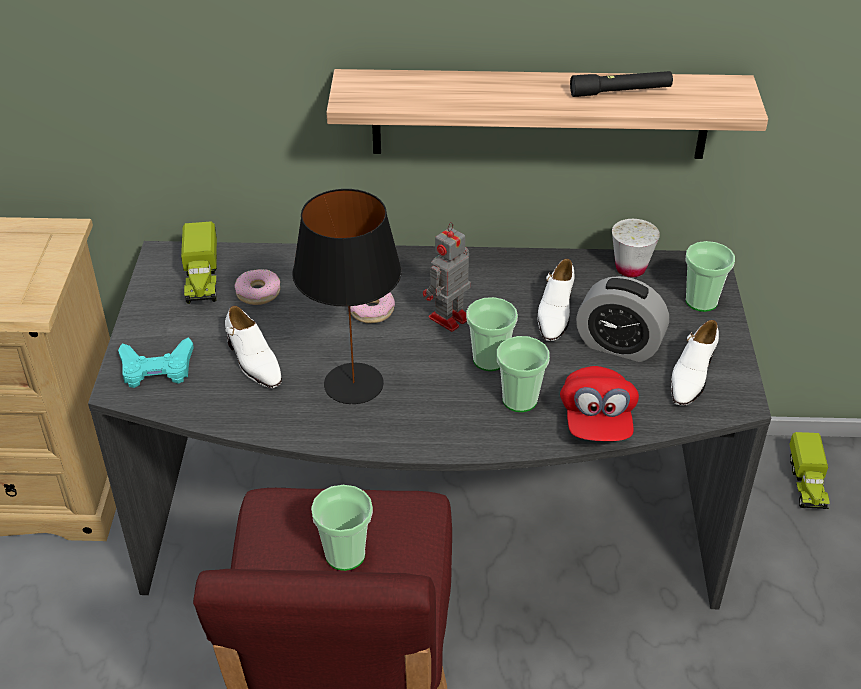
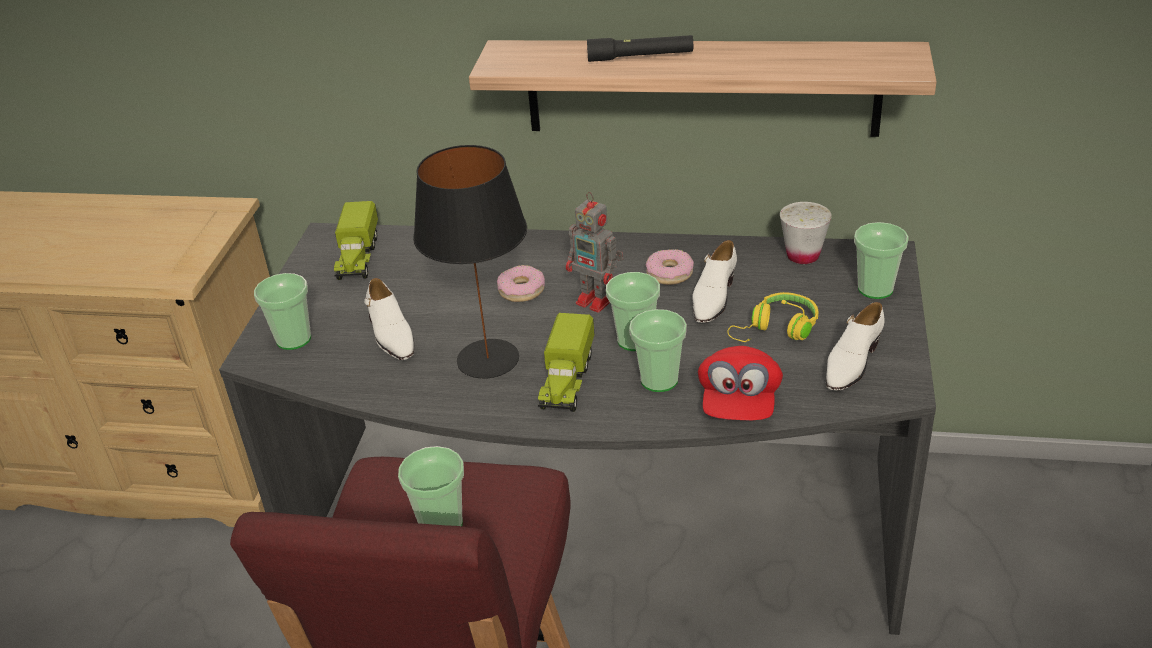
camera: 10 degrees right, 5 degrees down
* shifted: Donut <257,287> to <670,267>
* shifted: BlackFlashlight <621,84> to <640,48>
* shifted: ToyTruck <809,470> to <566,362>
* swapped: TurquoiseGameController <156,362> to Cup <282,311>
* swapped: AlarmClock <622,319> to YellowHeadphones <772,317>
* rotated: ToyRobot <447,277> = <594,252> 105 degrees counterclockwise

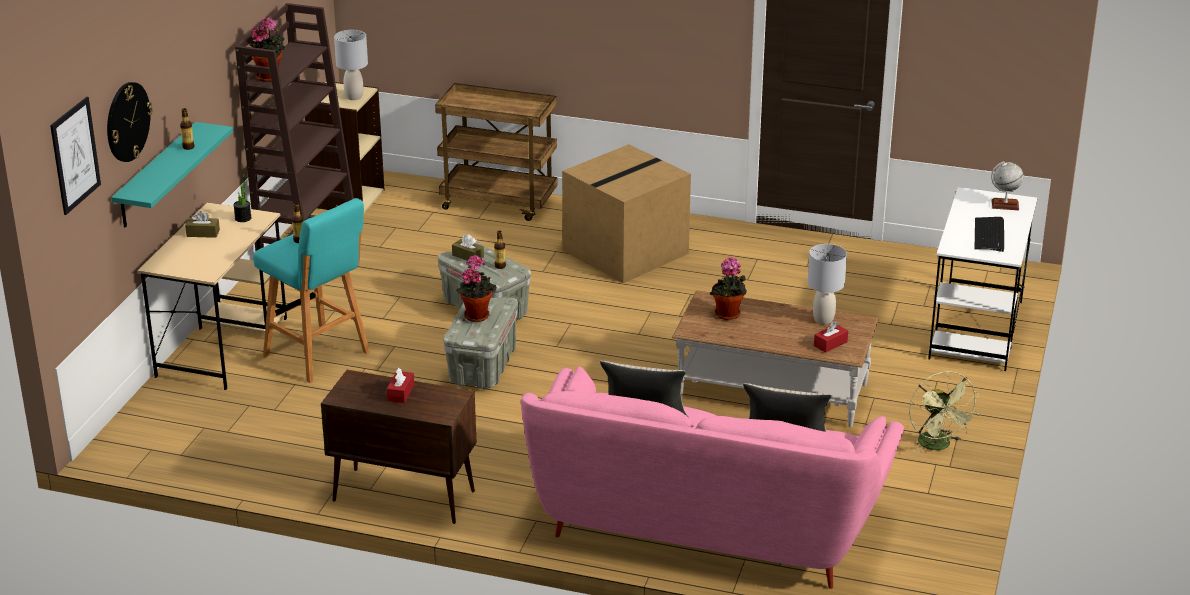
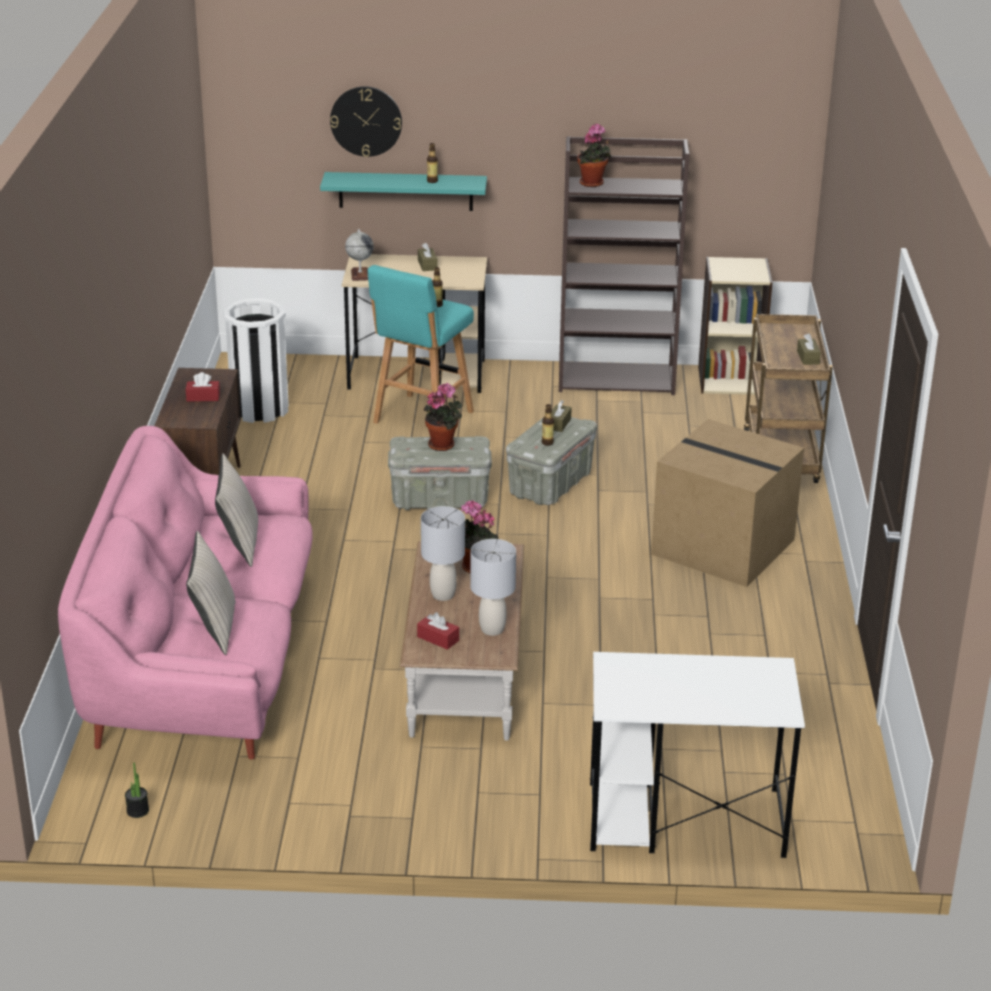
camera: 75 degrees right, 0 degrees up
* gone: Picture <75,156>
* gone: GreenFan <944,412>
* gone: Keyboard <989,234>
* new: WhiteTrashCan <256,360>
* new: BrownTissueBox <809,349>
* shifted: PottedPlant <242,198> to <137,790>
* shifted: GreyTableLamp <351,65> to <443,553>
* shifted: Globe <1007,185> to <359,255>

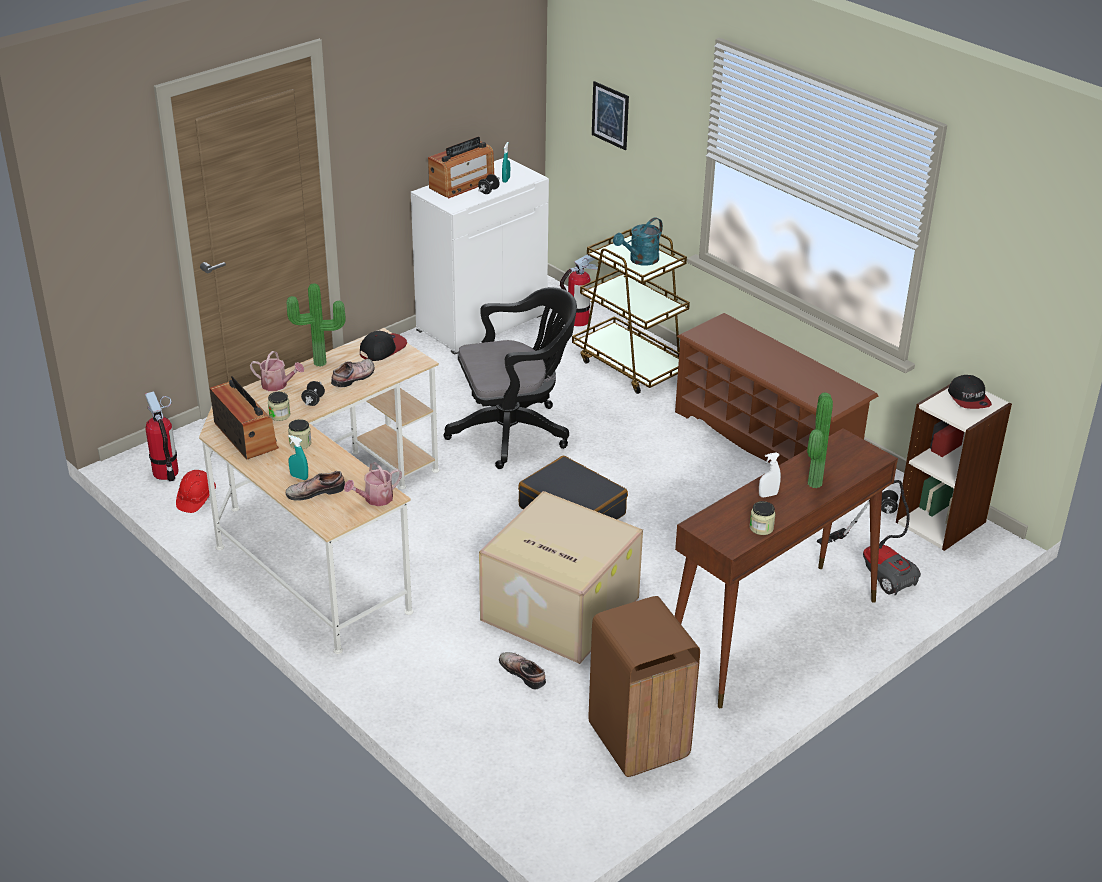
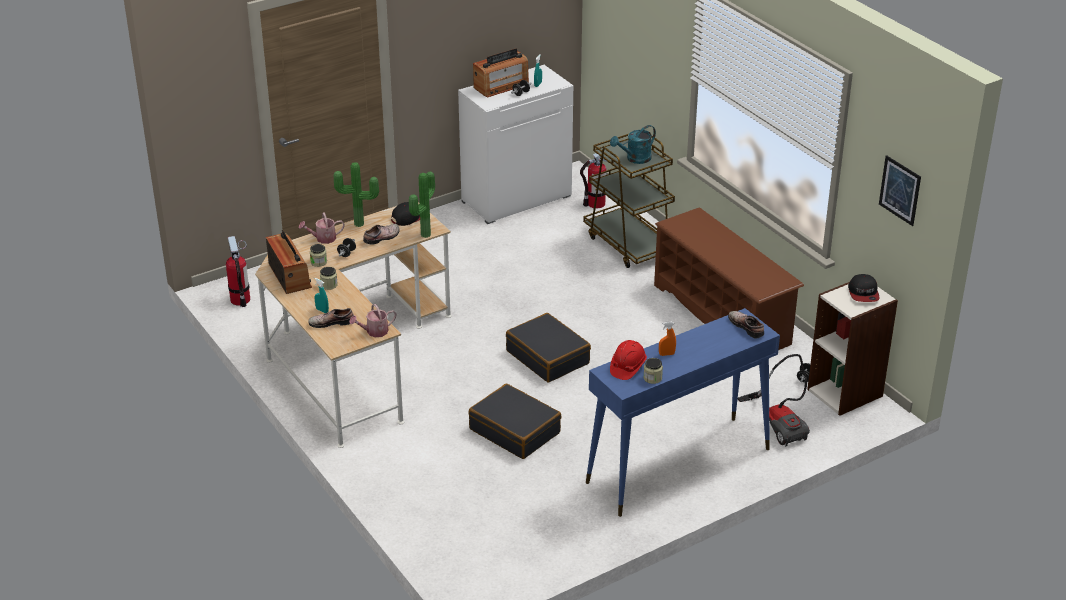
camera: 10 degrees right, 0 degrees up
* gone: BlackOfficeChair <510,378>
* gone: BrownTrashCan <644,686>
* shifted: RedHardHat <196,491> to <628,360>
* shifted: Shoe <522,671> to <746,325>
* shifted: Picture <610,115> to <900,190>
* shifted: PottedPlant <820,440> to <422,205>
* swapped: CardboardBox <561,577> to BlackSuitcase <515,421>
* repainted: BrownConsoleTable <786,568> to BlueConsoleTable <683,412>
* repainted: WhiteSprayBottle <770,475> to OrangeSprayBottle <667,339>
* rotated: WateringCan <277,371> = <321,228> 135 degrees clockwise

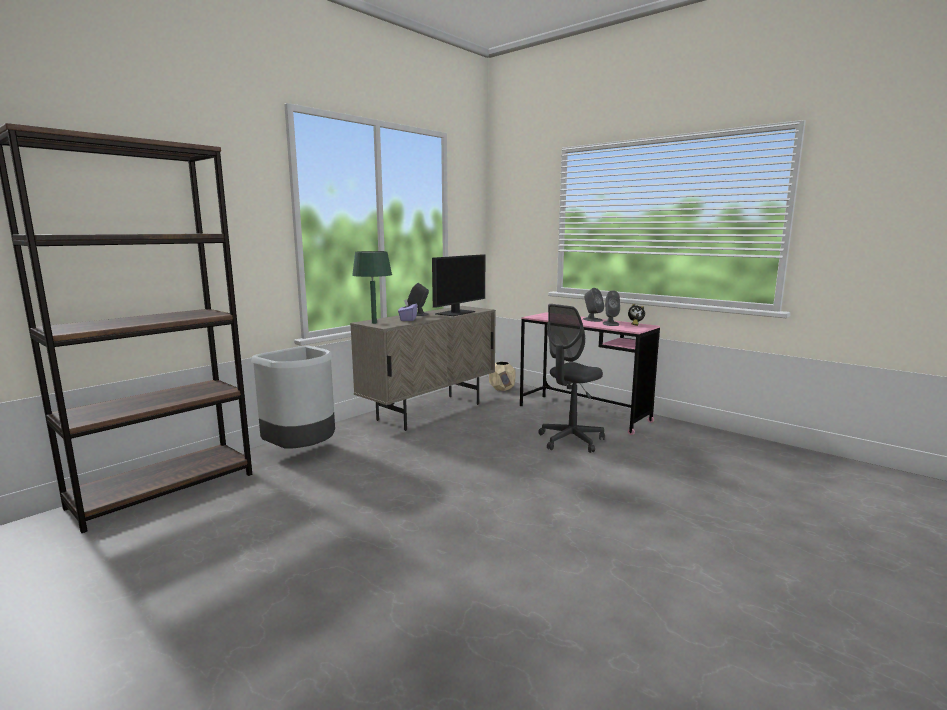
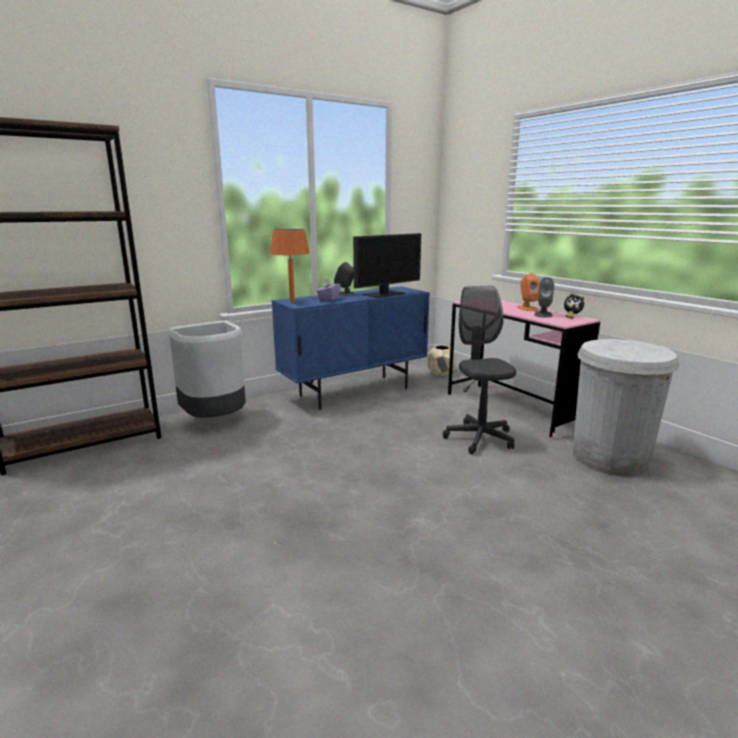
camera: 15 degrees right, 5 degrees up
* new: WhiteTrashCan <626,407>
* repainted: BeigeCabinet <423,368> to BlueCabinet <350,348>
* repainted: GreenTableLamp <372,287> to OrangeTableLamp <290,265>
* repainted: GreySpeaker <593,305> to OrangeSpeaker <528,292>
* rotated: GreyOfficeChair <571,378> = <479,370> 105 degrees clockwise

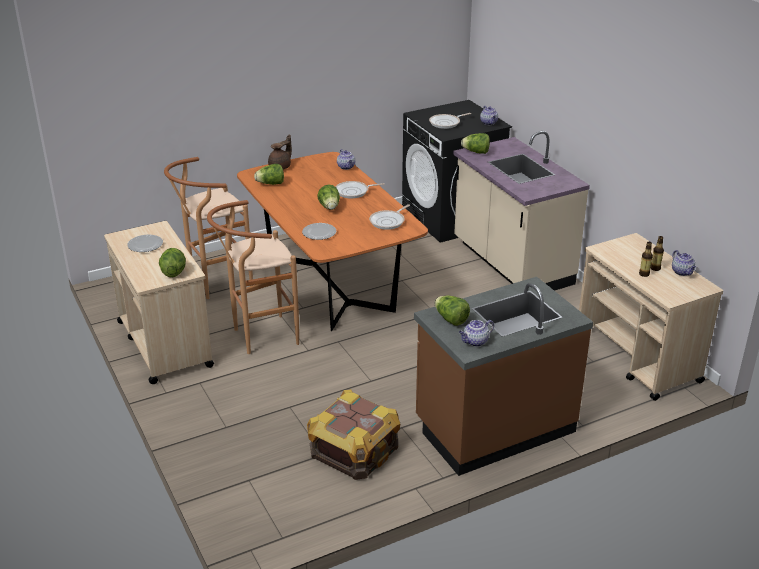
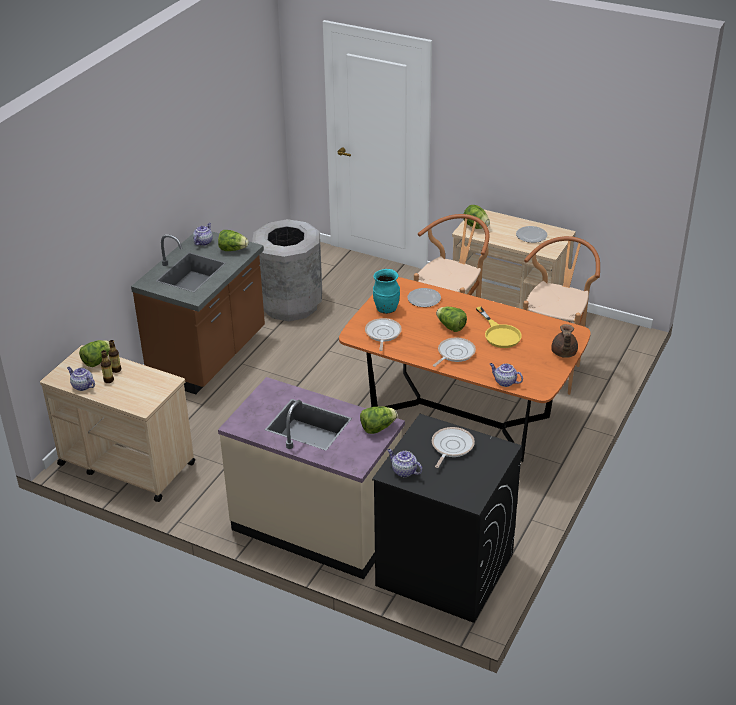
camera: 145 degrees right, 5 degrees up
* new: TurquoiseVase <386,291>
* new: YellowFryingPan <499,327>
* shifted: Lettuce <269,174> to <94,353>
* swapped: Crate <353,434> to GreyTrashCan <287,270>

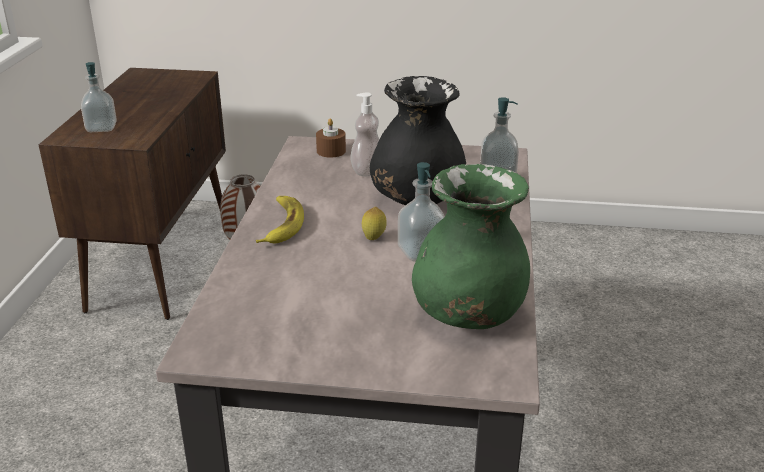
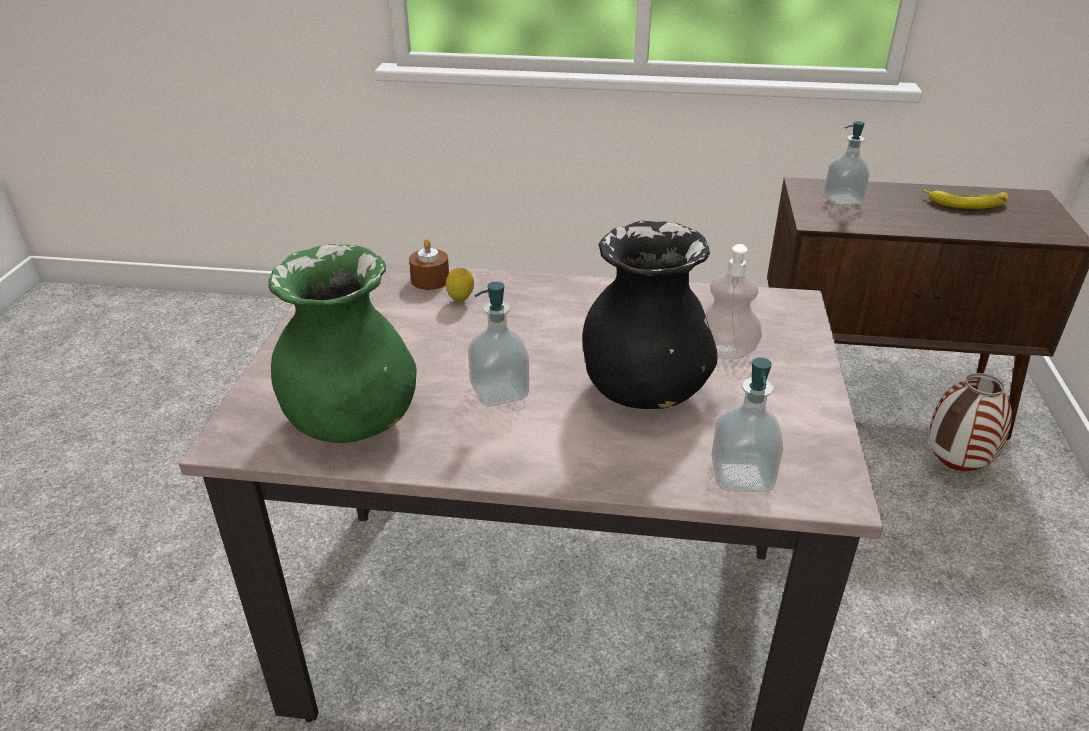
camera: 90 degrees right, 5 degrees up
* shifted: Banana <280,219> to <966,199>
* shifted: BrownCandle <331,138> to <429,264>
* shifted: Lemon <374,223> to <460,285>

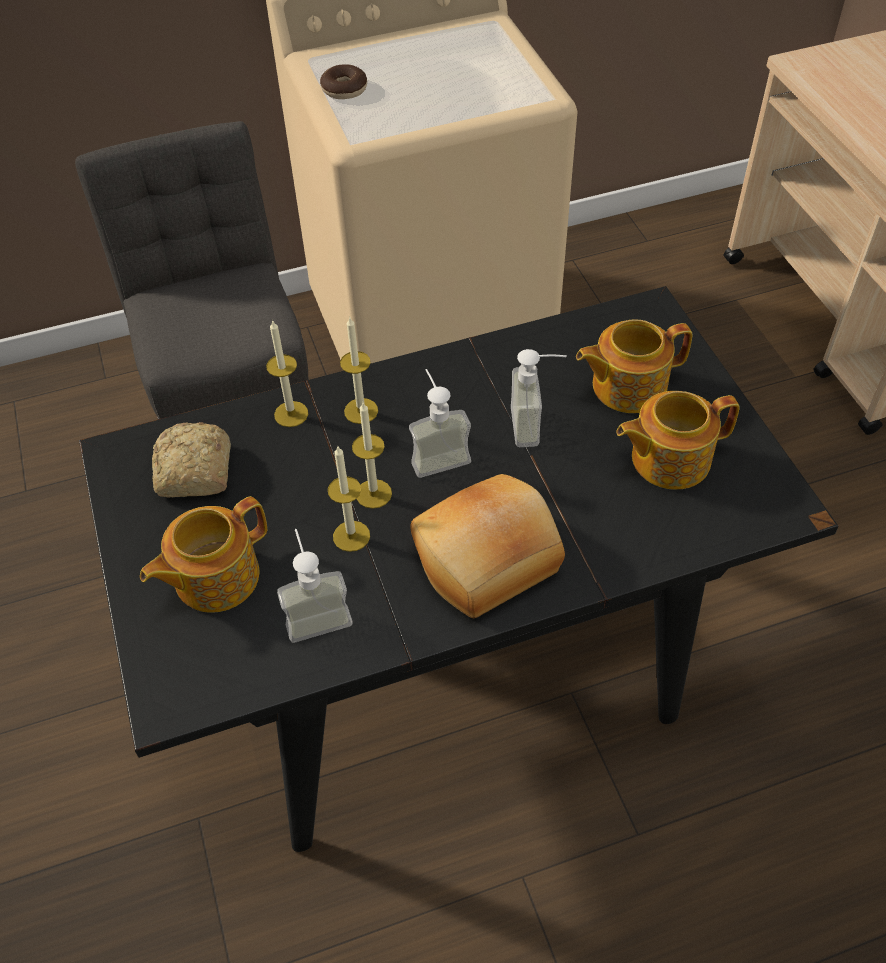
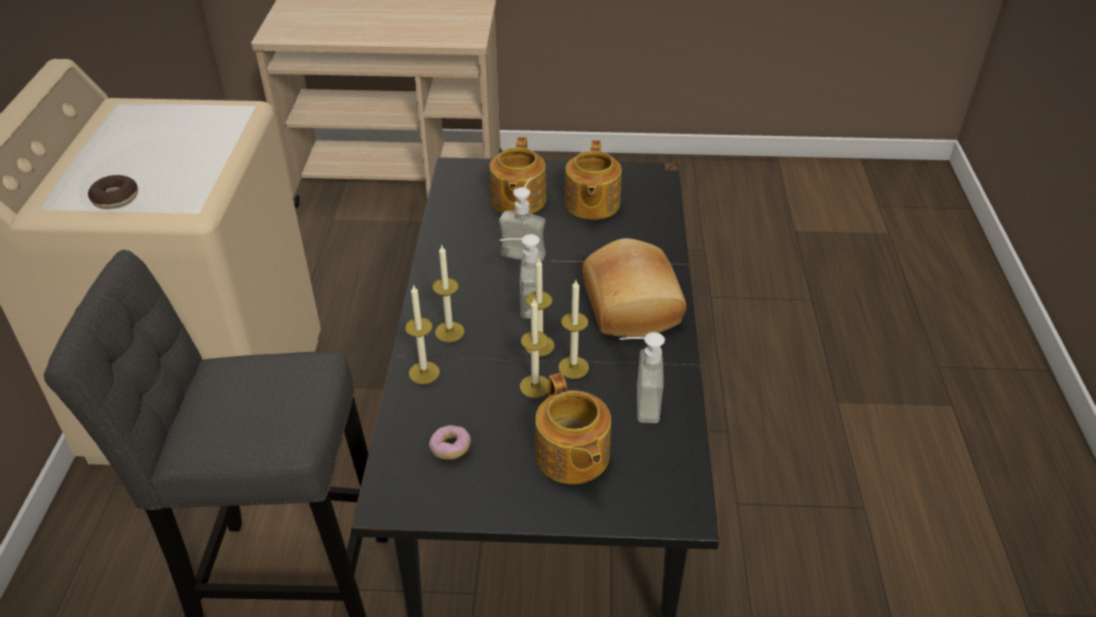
camera: 70 degrees left, 10 degrees down
* new: Candle <534,348>
* swapped: Bread <191,459> to Donut <450,442>

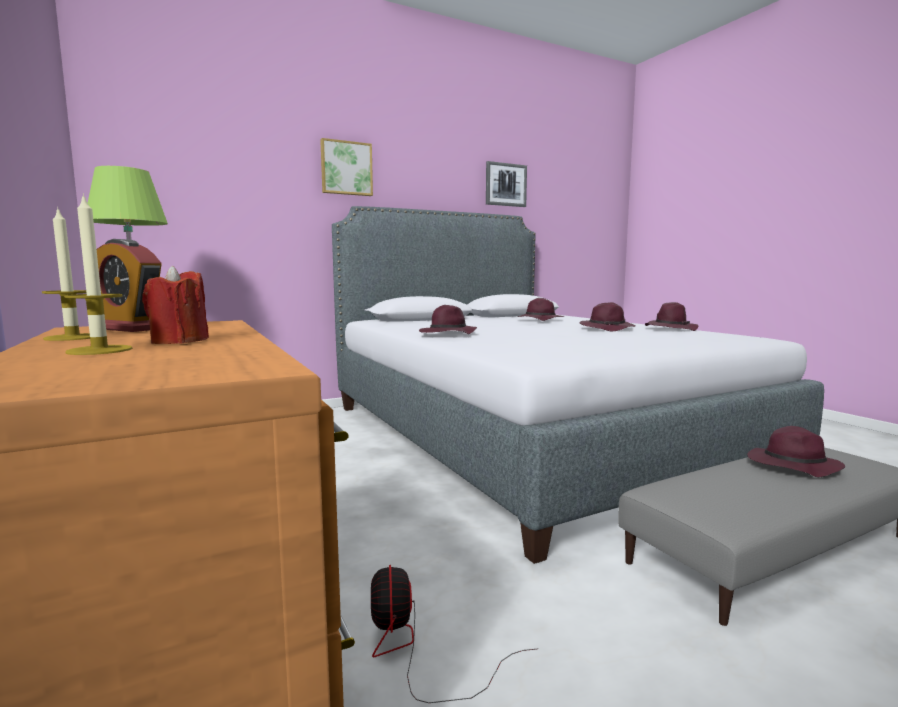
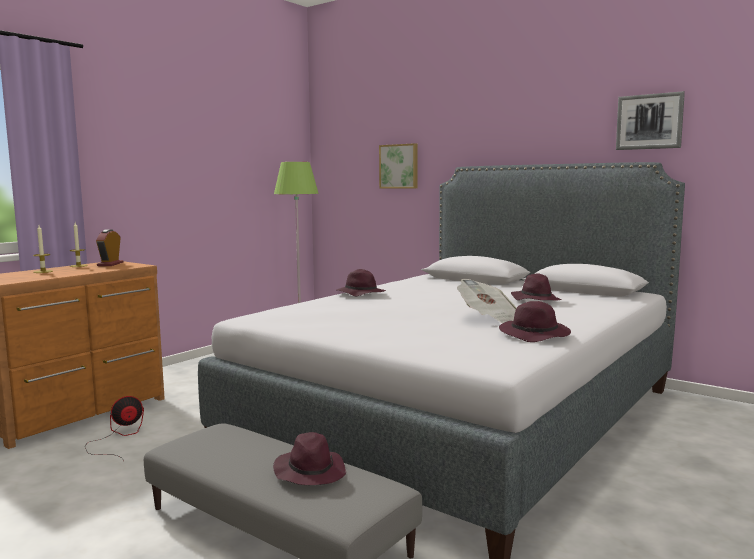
camera: 65 degrees right, 0 degrees up
* gone: RedCandle <175,305>
* shifted: Picture <346,167> to <398,165>
* swapped: PurpleHat <607,316> to Newspaper <486,301>

